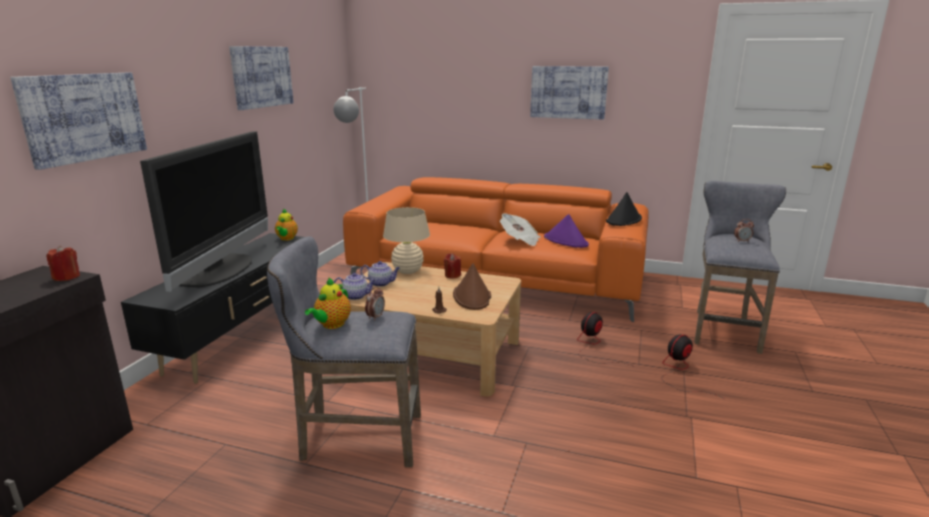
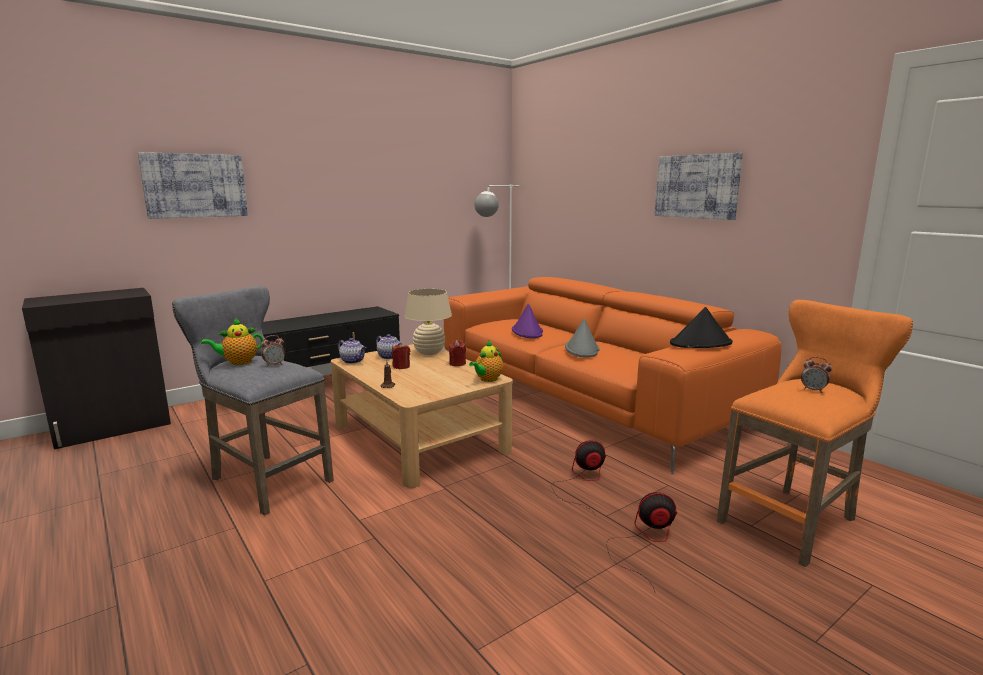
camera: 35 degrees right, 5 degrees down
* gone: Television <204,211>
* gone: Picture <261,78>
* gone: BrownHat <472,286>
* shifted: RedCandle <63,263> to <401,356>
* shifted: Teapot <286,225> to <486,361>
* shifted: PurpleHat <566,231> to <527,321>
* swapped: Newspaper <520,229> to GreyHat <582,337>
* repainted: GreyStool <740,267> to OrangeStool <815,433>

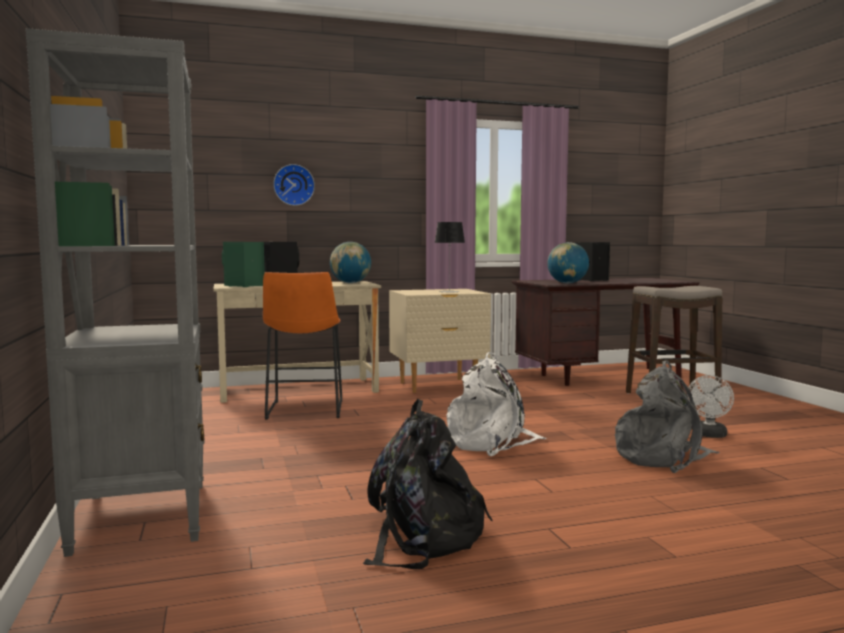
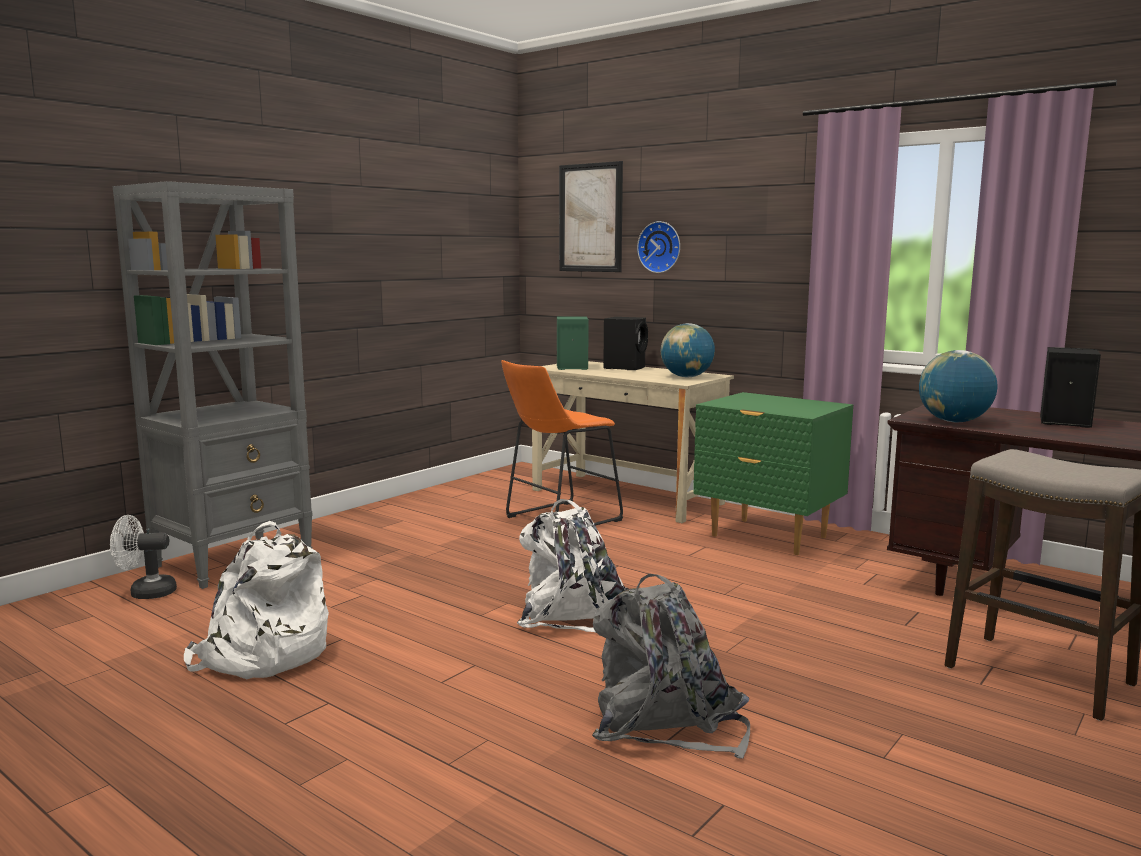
camera: 55 degrees right, 5 degrees up
* gone: TableLamp <450,257>
* new: Picture <591,216>
* shifted: WhiteFan <710,406> to <143,557>
* repainted: BlackBackpack <427,484> to WhiteBackpack <256,600>
* repainted: BeigeNightstand <440,341> to GreenNightstand <773,473>

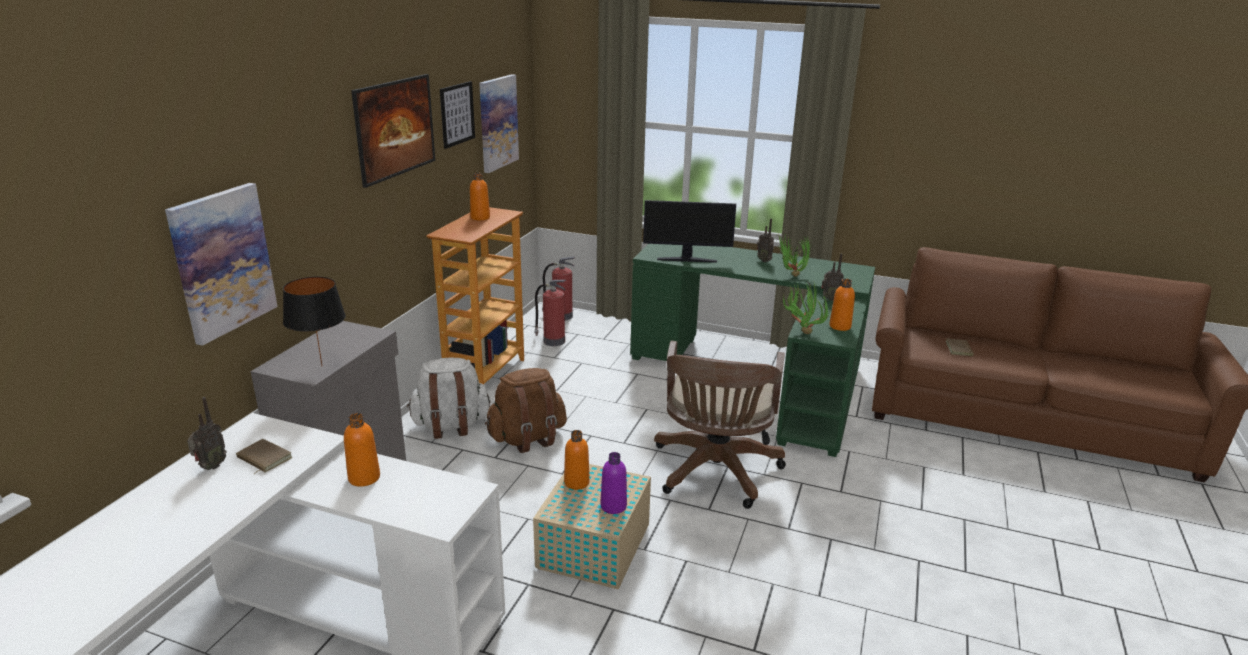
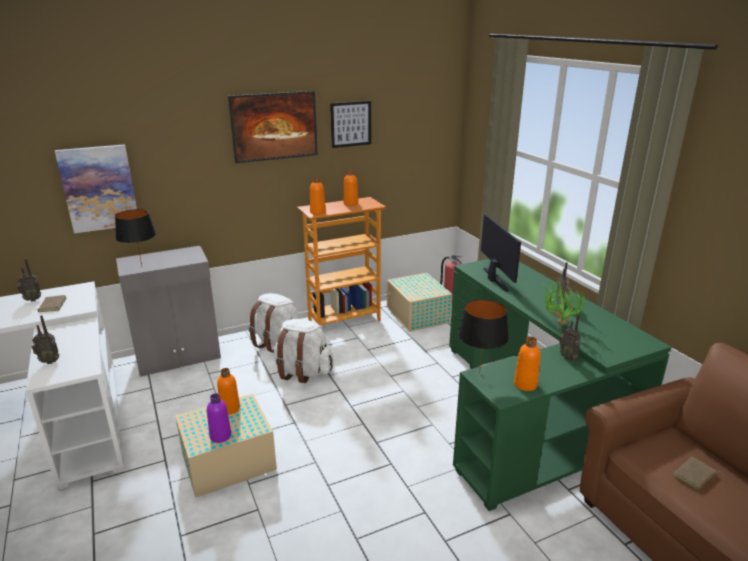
camera: 45 degrees right, 0 degrees up
* gone: Picture <499,123>
* gone: BrownOfficeChair <720,425>
* new: Radio <45,339>
* shifted: OrangeBottle <362,450> to <318,196>
* swapped: FireExtinguisher <550,313> to BeigeStorageBox <419,302>
* swapped: PottedPlant <806,307> to BlackTableLamp <483,336>
* repainted: BrownBackpack <526,410> to WhiteBackpack <304,351>
* rotated: Monitor <689,231> = <501,253> 150 degrees counterclockwise

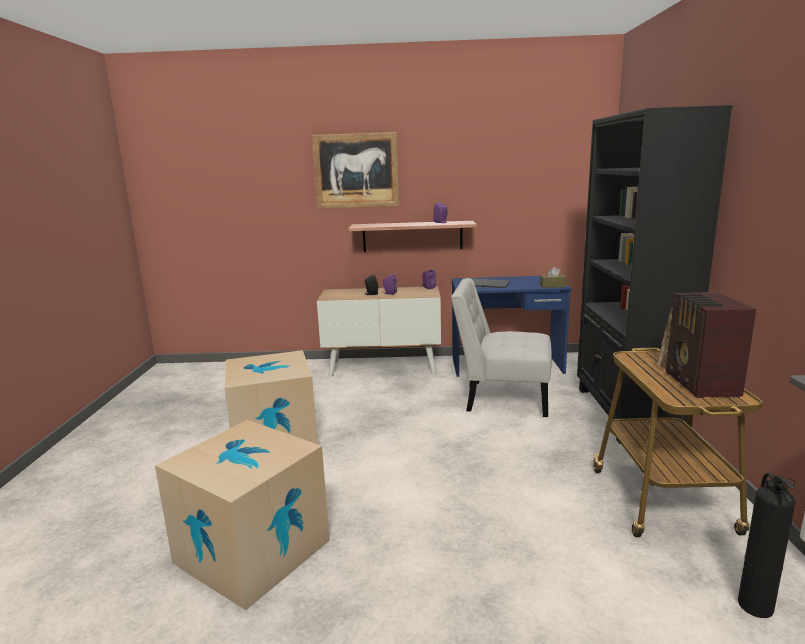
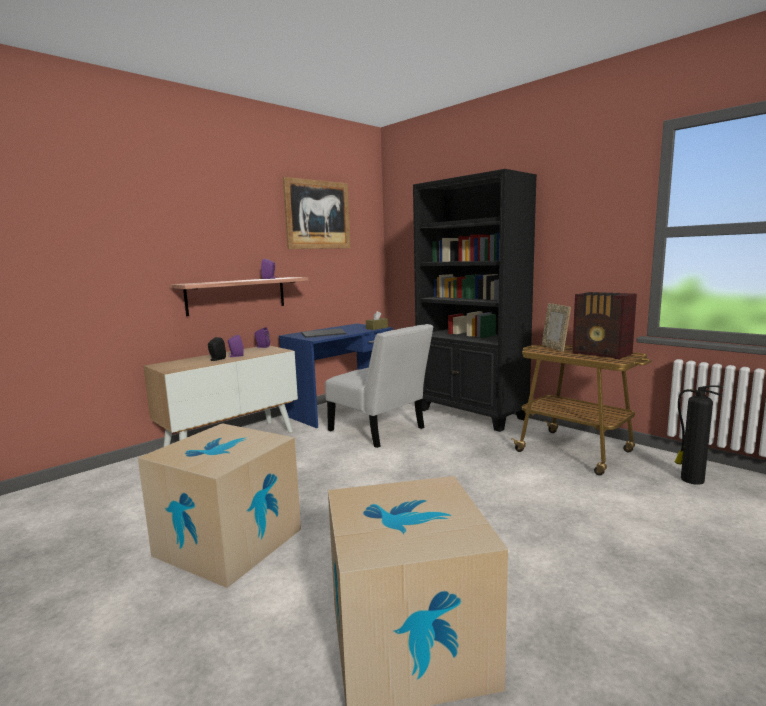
camera: 45 degrees left, 5 degrees down
* shifted: Picture <355,170> to <317,213>
* rotated: WhiteChair <501,347> = <379,386> 105 degrees counterclockwise

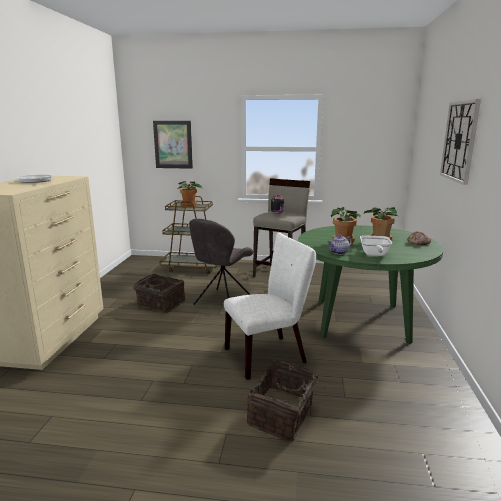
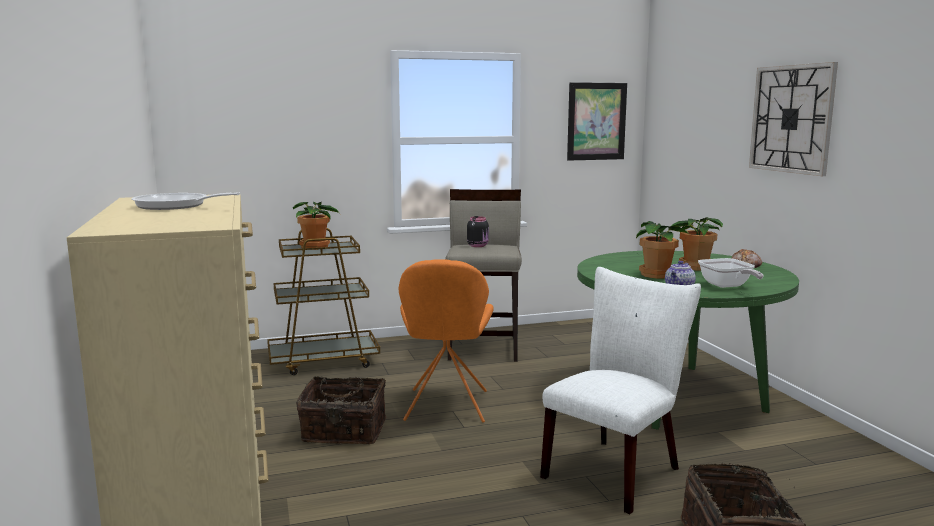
camera: 25 degrees left, 5 degrees down
* shifted: Picture <173,145> to <597,121>
* repainted: GreyChair <221,262> to OrangeChair <446,341>

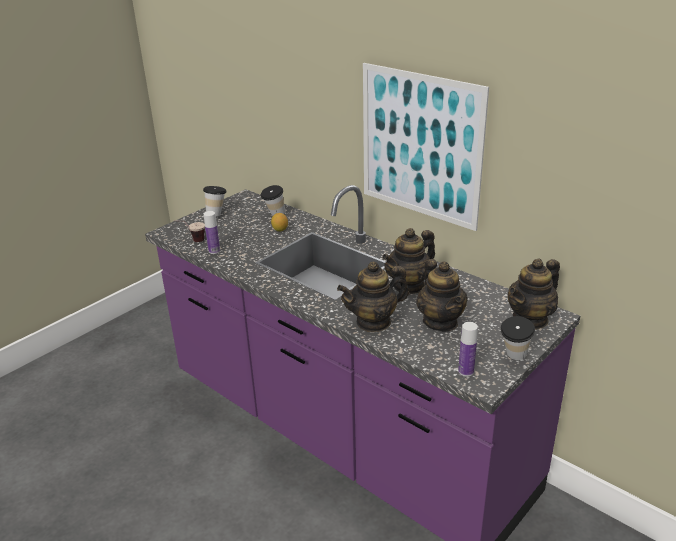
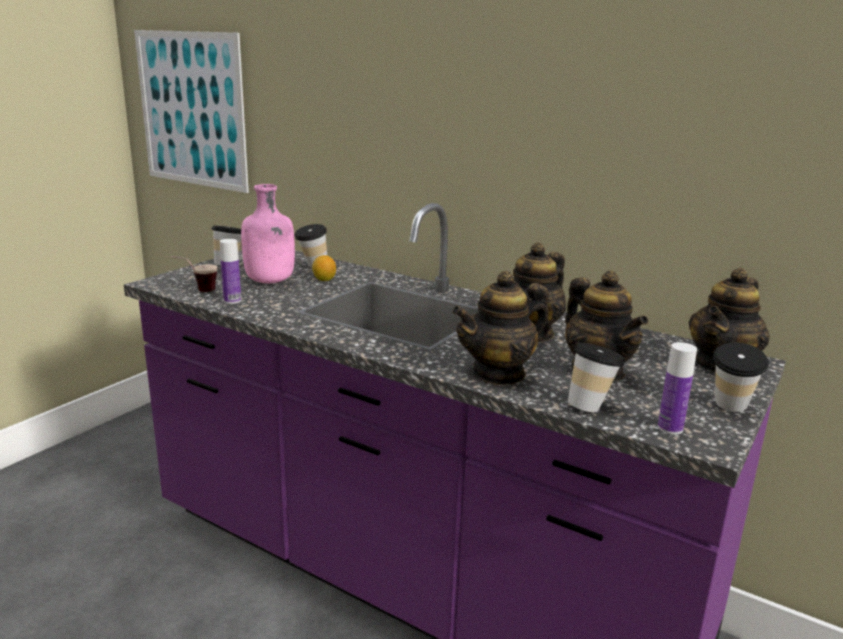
camera: 10 degrees left, 10 degrees down
* new: PinkBottle <268,233>
* new: Cup <596,377>
* shifted: Picture <426,147> to <191,111>

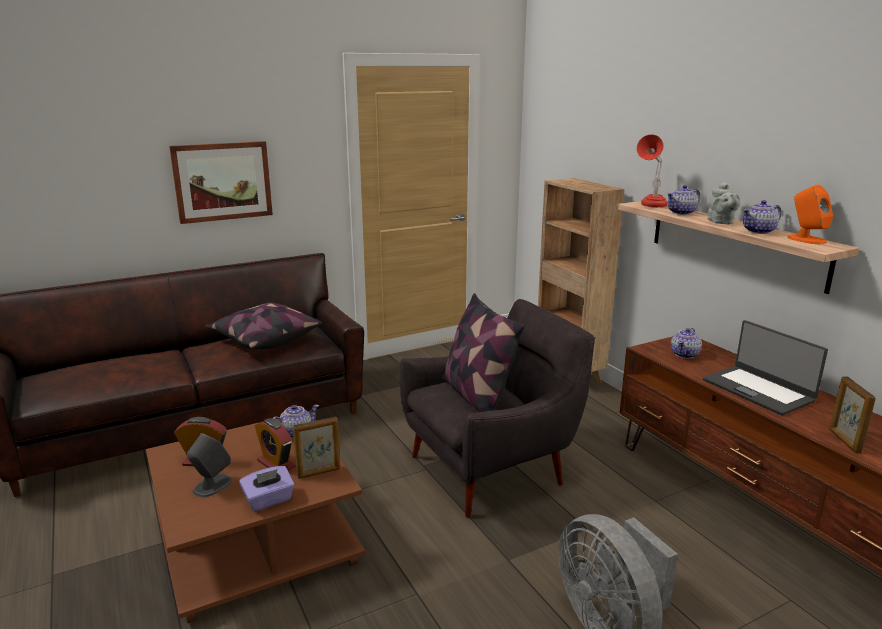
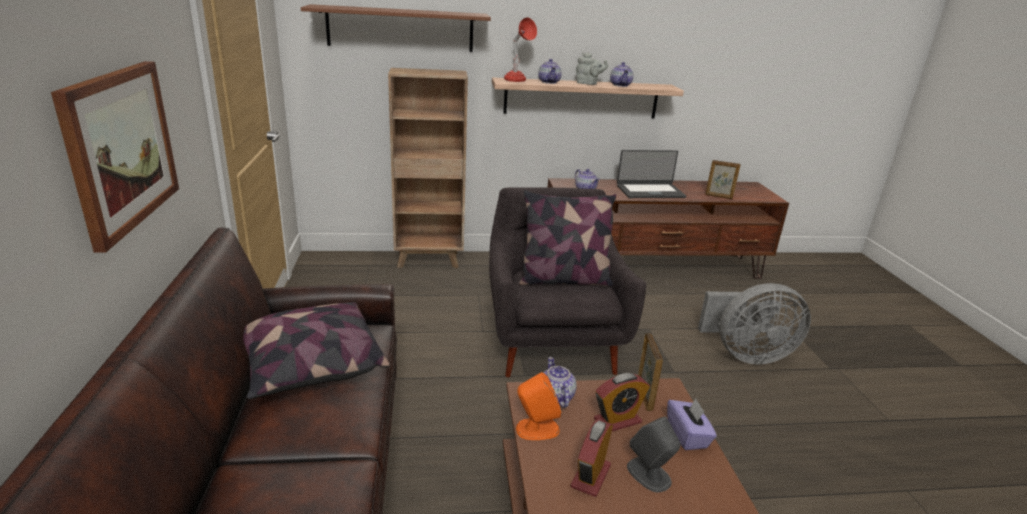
camera: 70 degrees left, 5 degrees up
* new: BrownShelf <396,28>
* shifted: OrangeSpeaker <810,214> to <538,406>

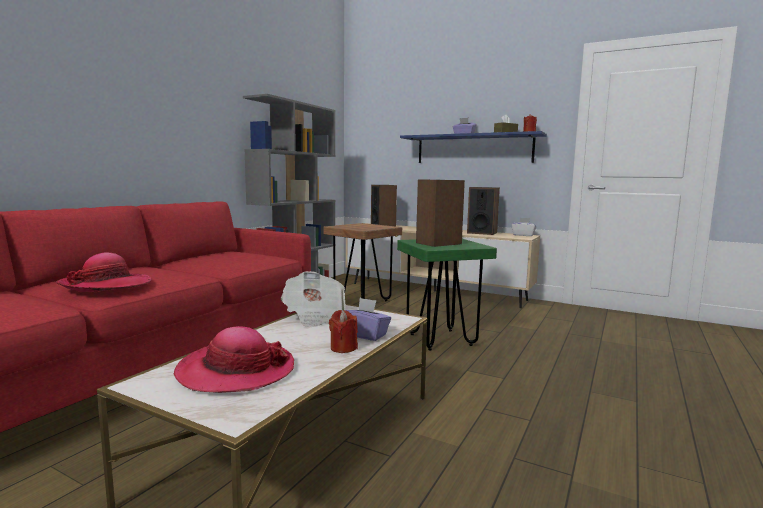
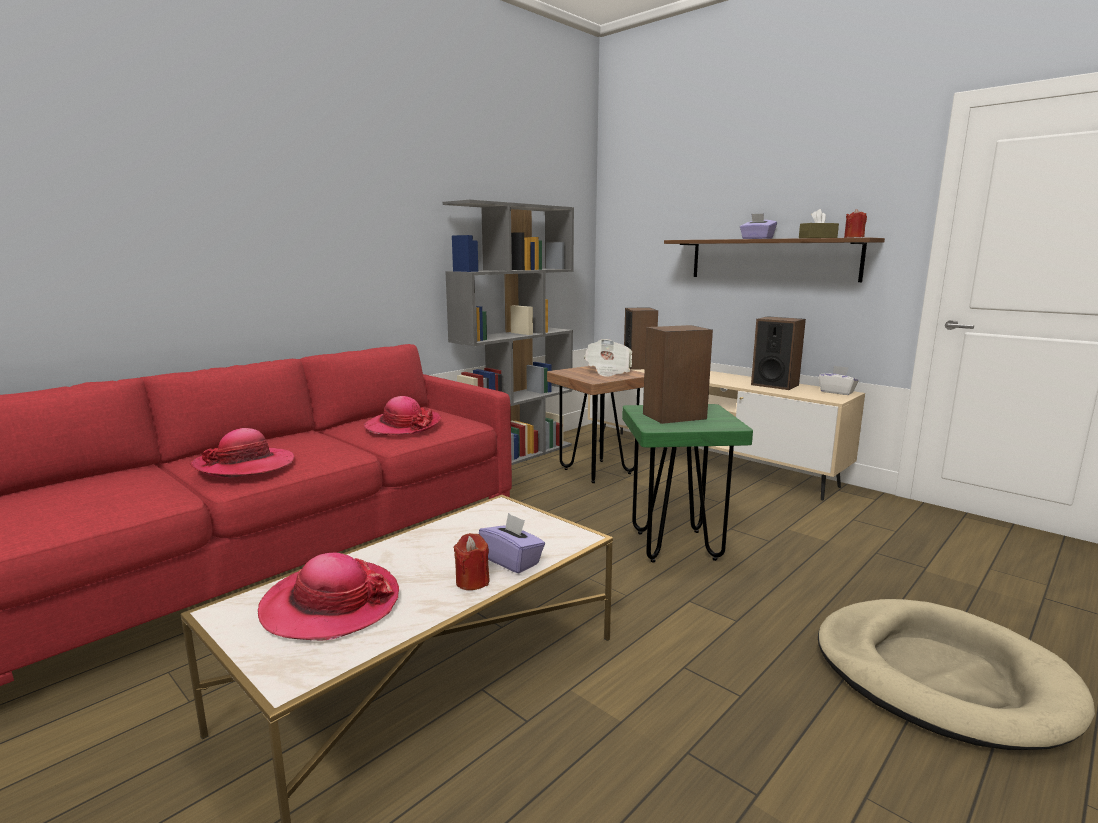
camera: 15 degrees right, 5 degrees up
* new: Hat <402,415>
* new: BeigeDogBed <956,674>
* shifted: Newspaper <313,299> to <608,358>
* repainted: BlueShelf <473,147> to BrownShelf <774,259>

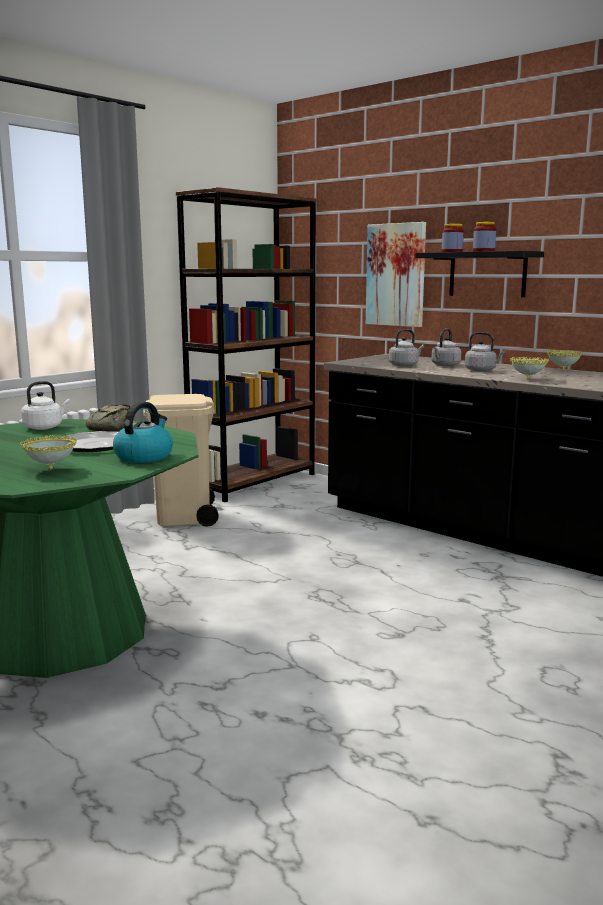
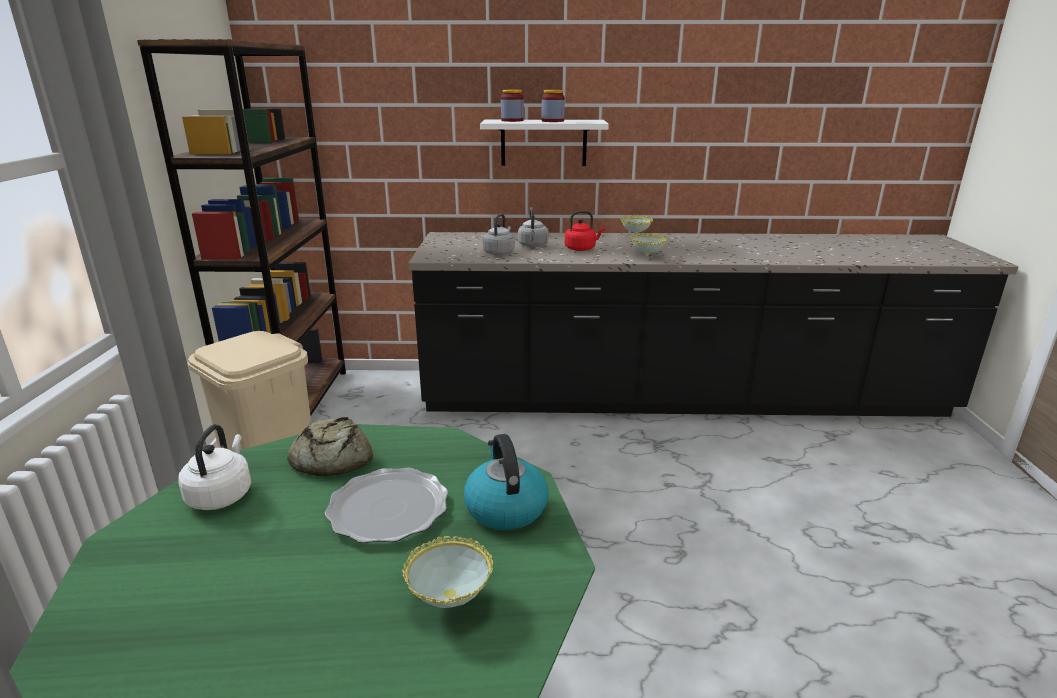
camera: 40 degrees left, 10 degrees up
* gone: Picture <396,274>
* repainted: BlackShelf <479,273> to WhiteShelf <544,143>
* repainted: GreyKettle <485,351> to RedKettle <585,231>

